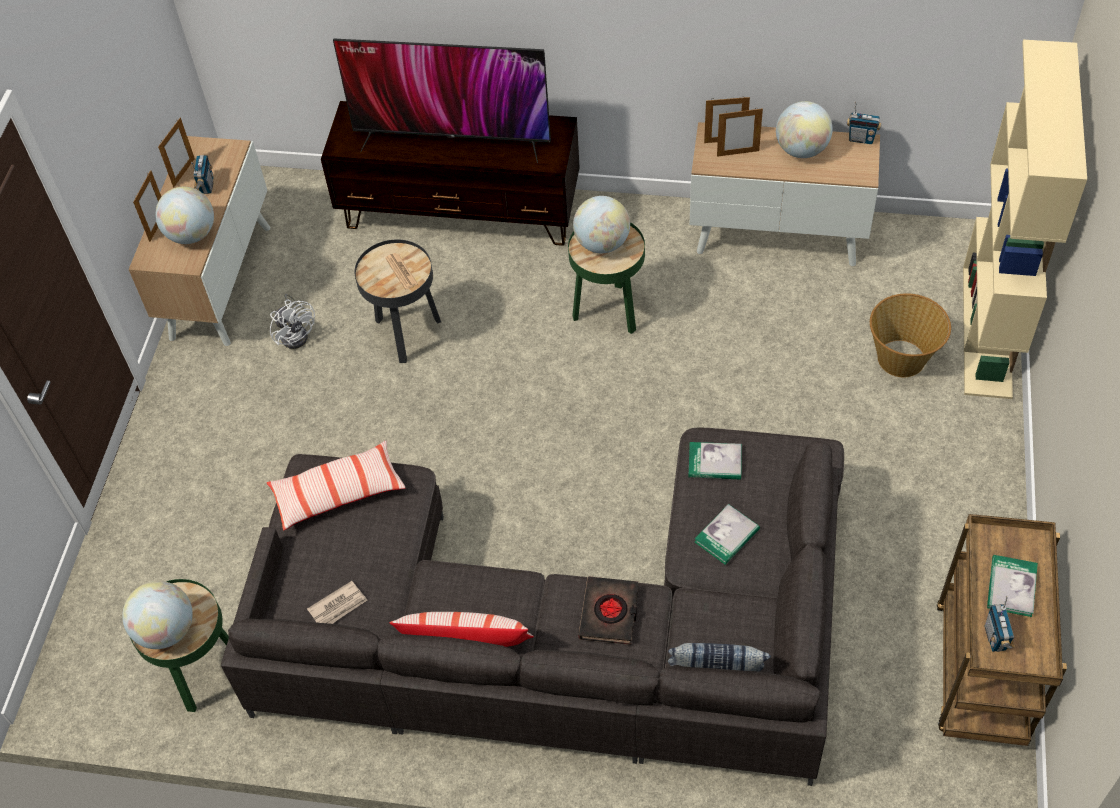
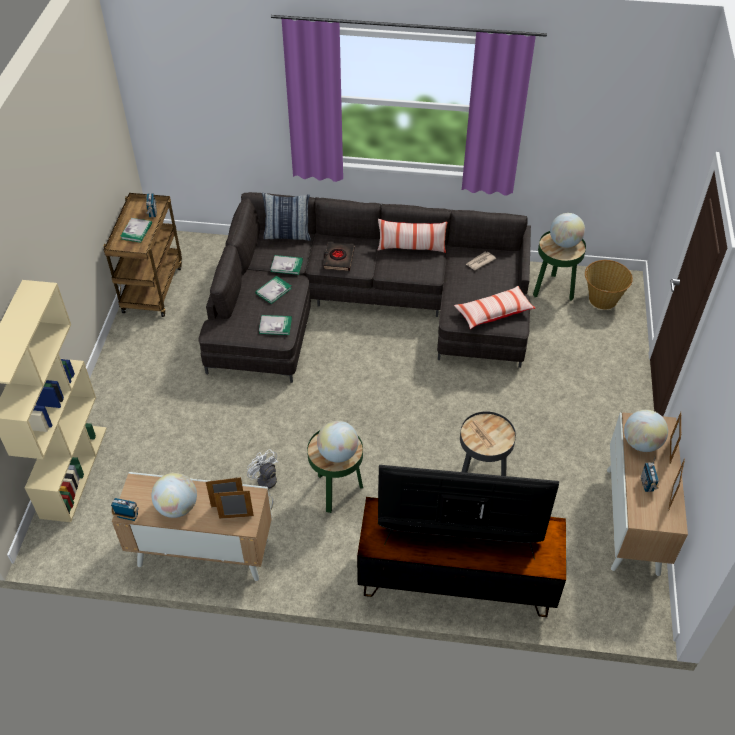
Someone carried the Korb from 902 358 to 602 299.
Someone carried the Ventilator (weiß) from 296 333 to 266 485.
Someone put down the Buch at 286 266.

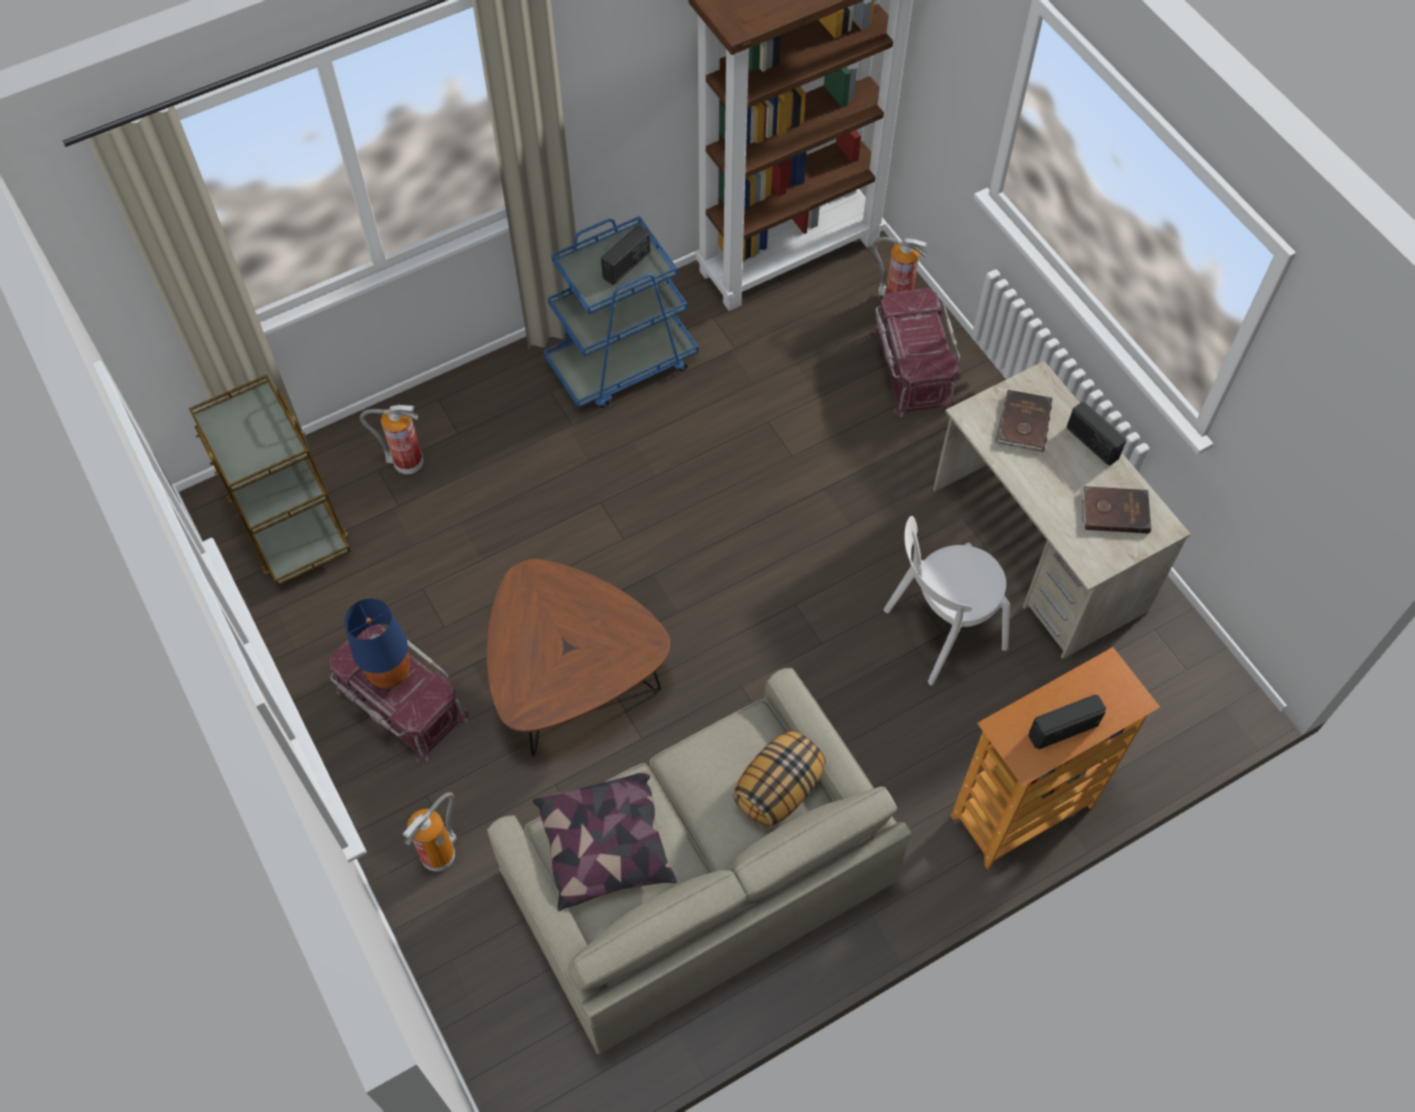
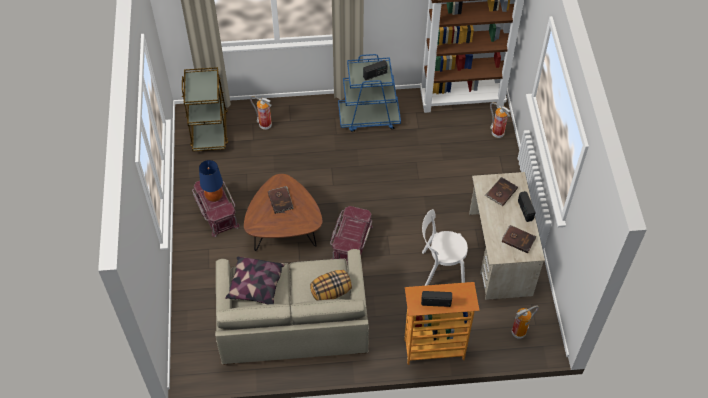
Someone carried the Aufbewahrungsbox (rot) from 911 367 to 351 243.
Someone carried the Feuerlöscher from 440 854 to 519 332.
Someone put down the Buch (braun) at 281 200.

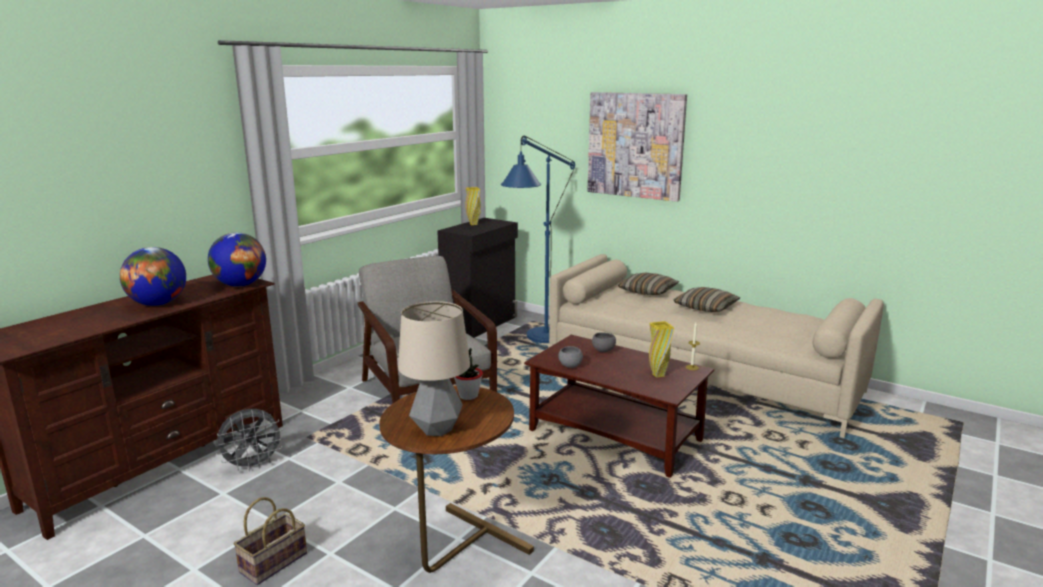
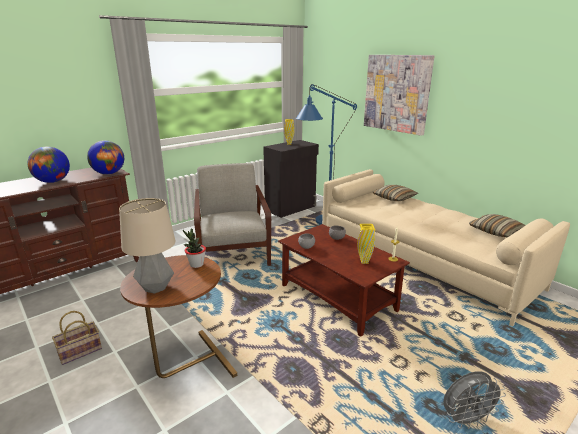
Someone carried the Kissen from 706 307 to 496 231.
Someone carried the Ventilator (grau) from 253 465 to 466 420.

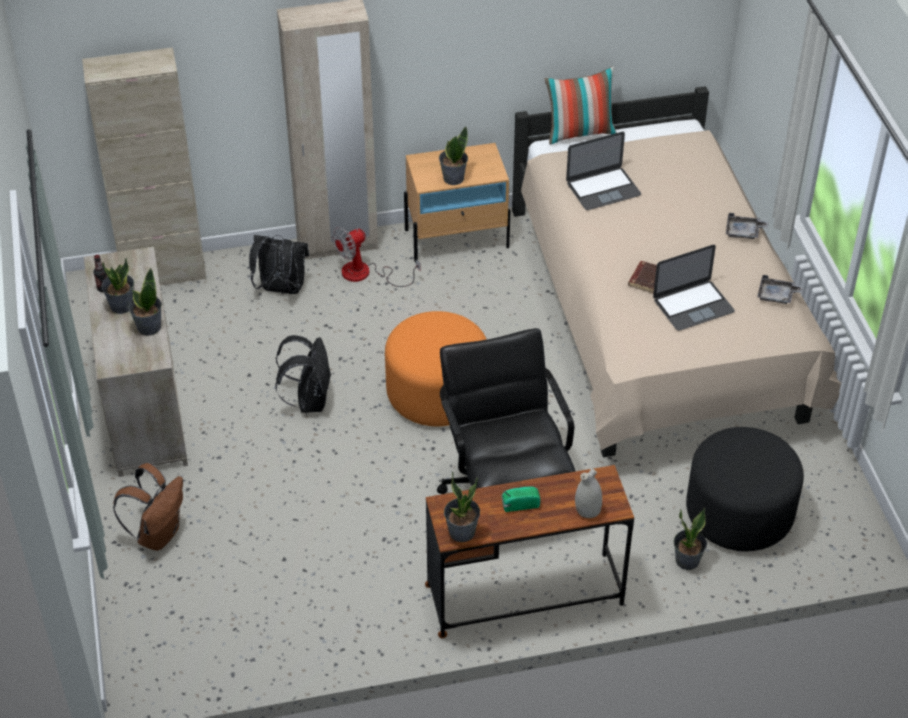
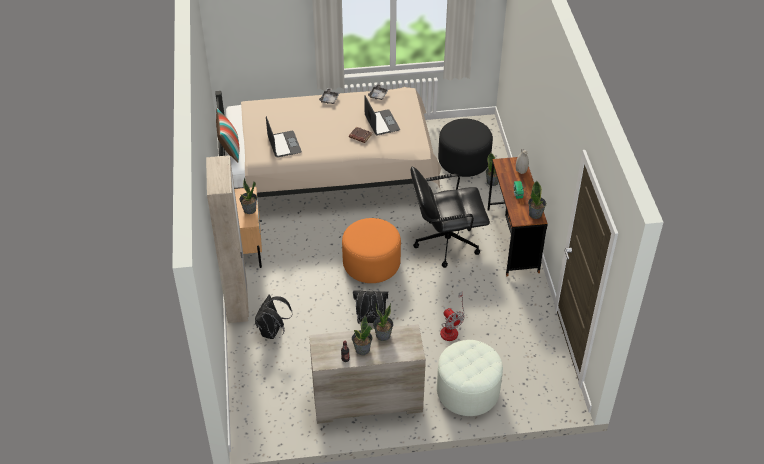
Someone took away the Schrank (beige) at 163 273.
Someone carried the Ventilator from 366 274 to 451 328.
Someone swapped the Rucksack (braun) at 158 534 for the Polsterhocker (weiß) at 468 391.

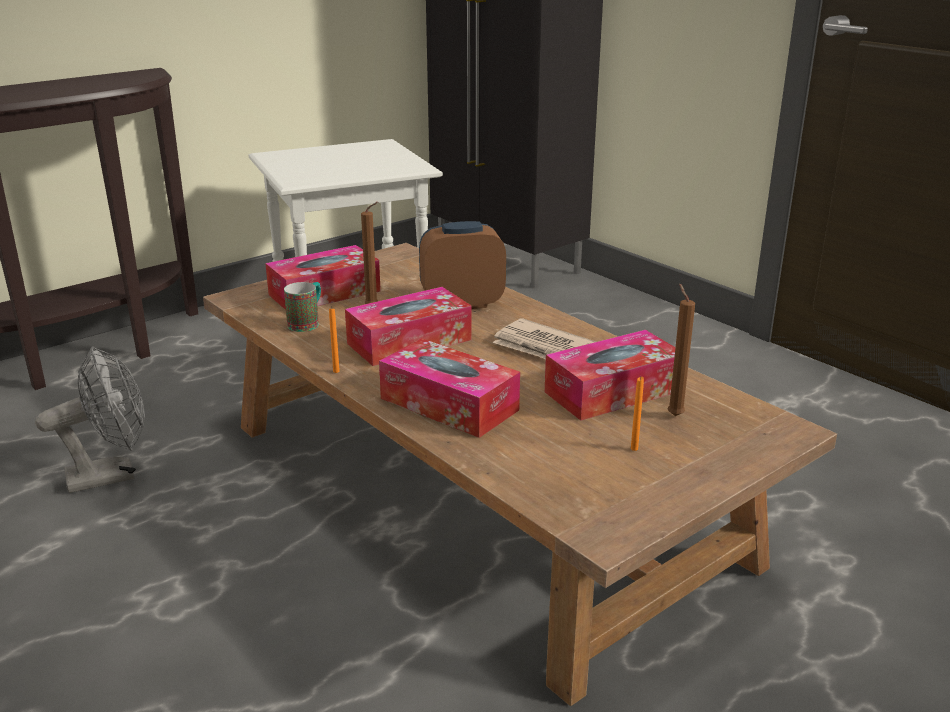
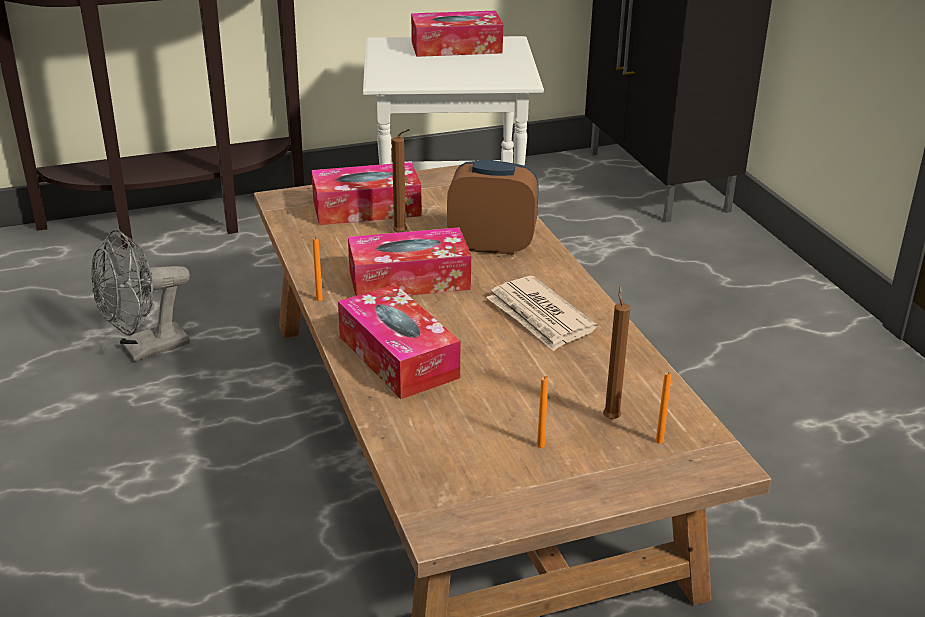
Someone took away the Henkelbecher at 307 322.
Someone carried the Taschentuchbox from 613 391 to 456 47.
Someone rotated the Ventilator (grau) at 112 474 by 150 degrees clockwise.
Someone put down the Kerze (orange) at 659 441.

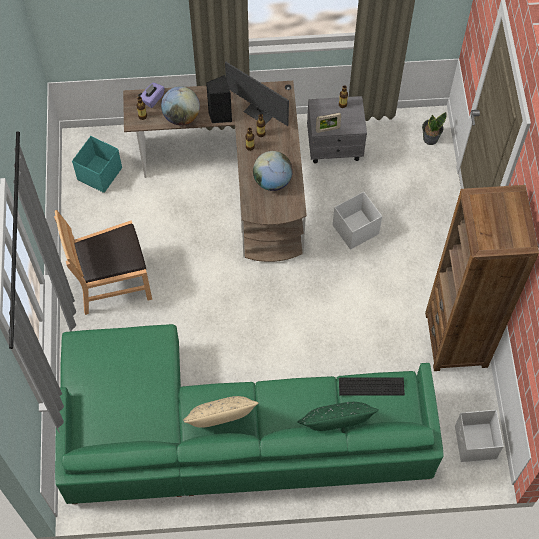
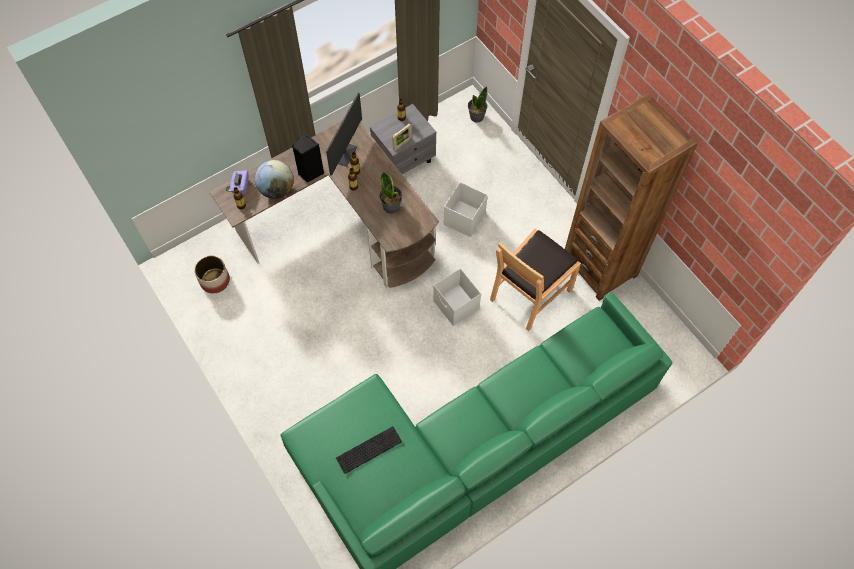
Someone rotated the Monitor at 260 112 by 75 degrees counterclockwise.
Someone swapped the Aufbewahrungsbox (türkis) at 99 174 for the Pflanzkübel at 215 281.
Someone swapped the Globus at 272 181 for the Topfpflanze at 391 206.
Someone carried the Stuhl (braun) from 112 282 to 530 293.
Someone carried the Tastatur from 371 386 to 369 450.
Someone took away the Kissen (beige) at 221 423.
Someone took away the Kissen (grün) at 335 427.
Someone carried the Aufbewahrungsbox (weiß) from 475 443 to 456 306.

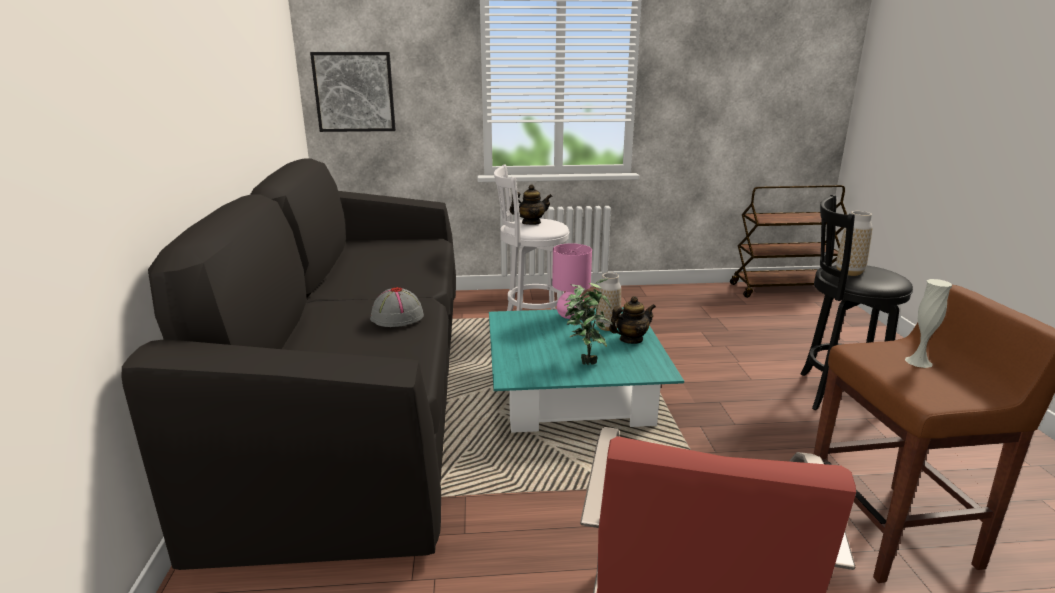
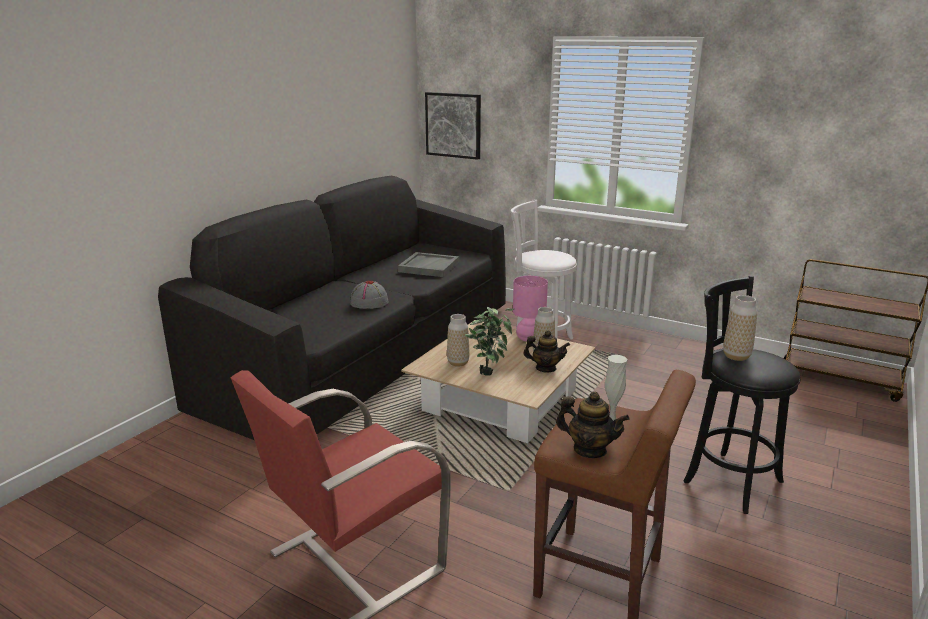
Someone carried the Teekanne from 531 223 to 589 450.
Someone repainted the Couchtisch (türkis) at 572 392, which became the Couchtisch (beige) at 500 400.
Someone put down the Tablett (grau) at 428 267.
Someone put down the Vase at 458 363.

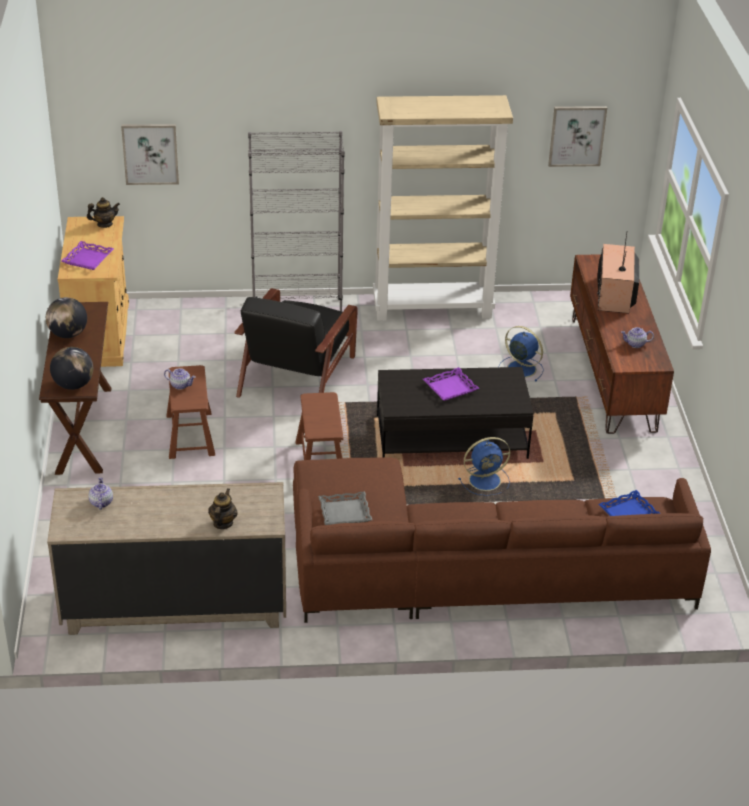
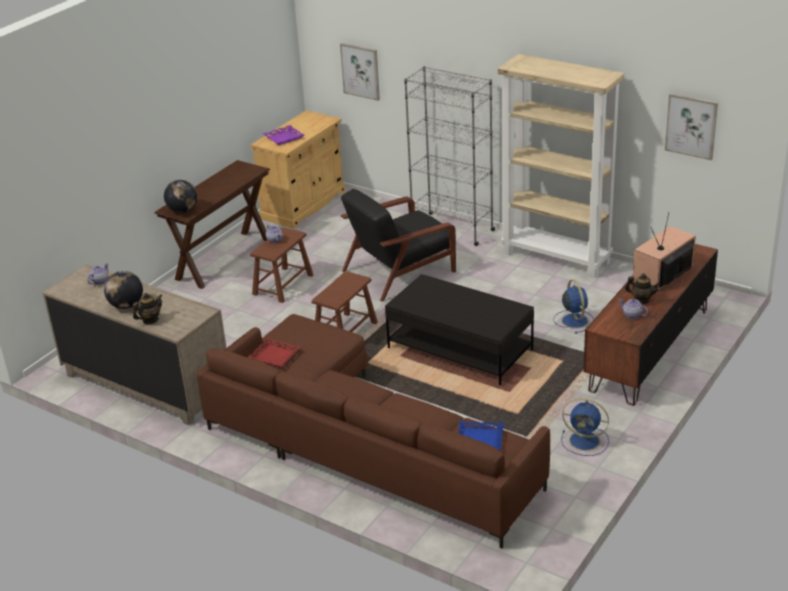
Someone carried the Teekanne from 104 224 to 641 300.
Someone carried the Globus from 68 334 to 126 305.
Someone took away the Tablett (lila) at 450 388.
Someone carried the Ventilator (blau) from 486 480 to 586 441.
Someone repainted the Tablett (grau) at 345 512, which became the Tablett (rot) at 275 356.

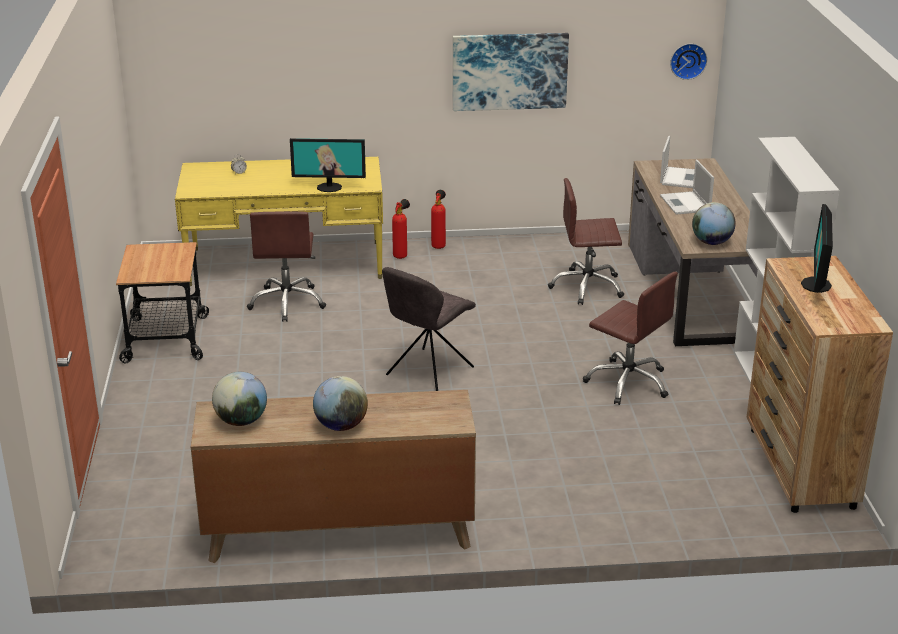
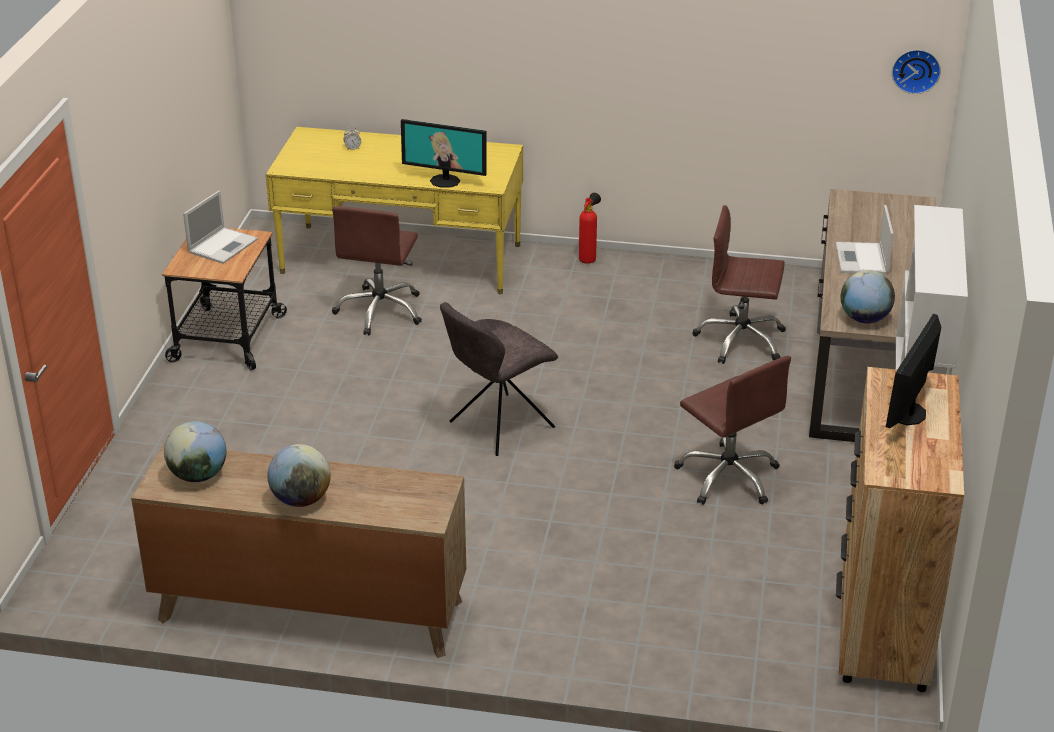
Someone took away the Bild at 509 71.
Someone carried the Laptop from 680 177 to 223 245.
Someone took away the Feuerlöscher at 401 255.

